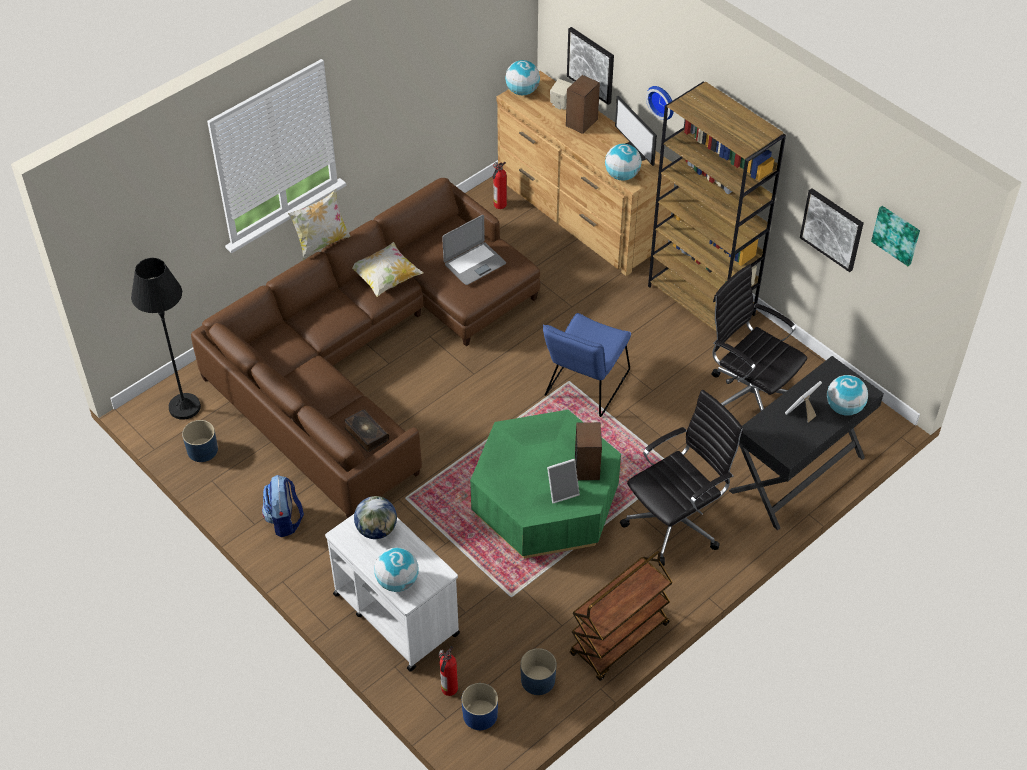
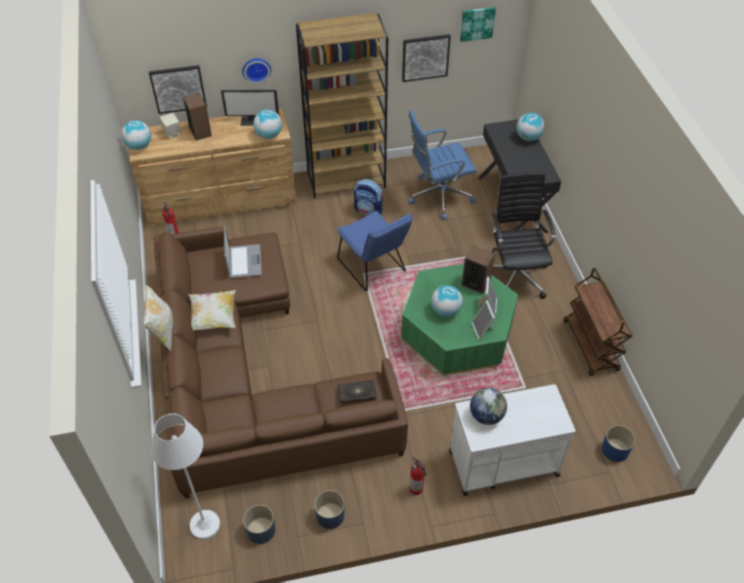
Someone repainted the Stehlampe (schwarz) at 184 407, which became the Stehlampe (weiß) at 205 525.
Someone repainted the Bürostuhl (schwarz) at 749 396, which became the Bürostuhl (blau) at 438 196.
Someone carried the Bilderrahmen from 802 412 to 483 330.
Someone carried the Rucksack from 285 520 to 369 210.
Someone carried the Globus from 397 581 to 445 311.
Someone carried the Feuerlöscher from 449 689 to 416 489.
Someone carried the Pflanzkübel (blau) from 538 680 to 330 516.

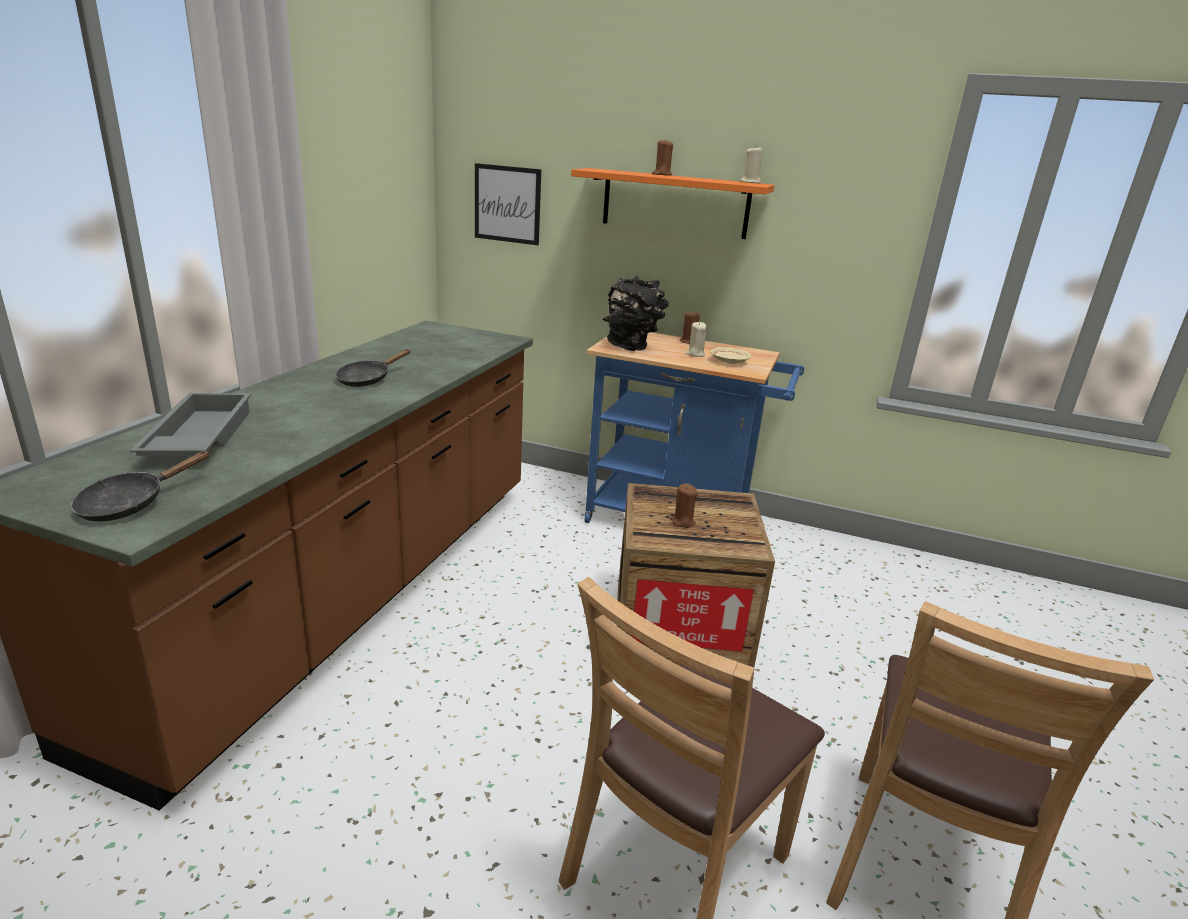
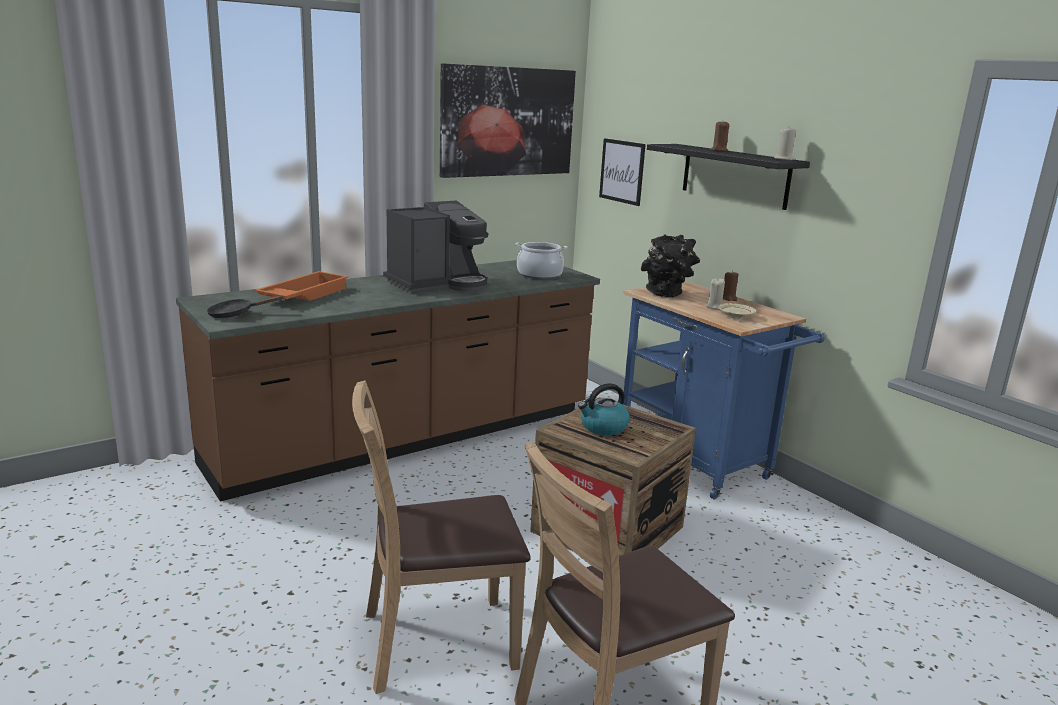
Someone repainted the Wandregal (orange) at 675 203, which became the Wandregal (schwarz) at 734 175.
Someone swapped the Pfanne (schwarz) at 368 379 for the Kaffeemaschine at 438 284.
Someone repainted the Tablett (grau) at 197 438, which became the Tablett (orange) at 303 295.
Someone swapped the Kerze (braun) at 682 521 for the Wasserkessel at 603 427.
Someone put up the Bild at 507 122.
Someone put down the Kochtopf at 539 275.

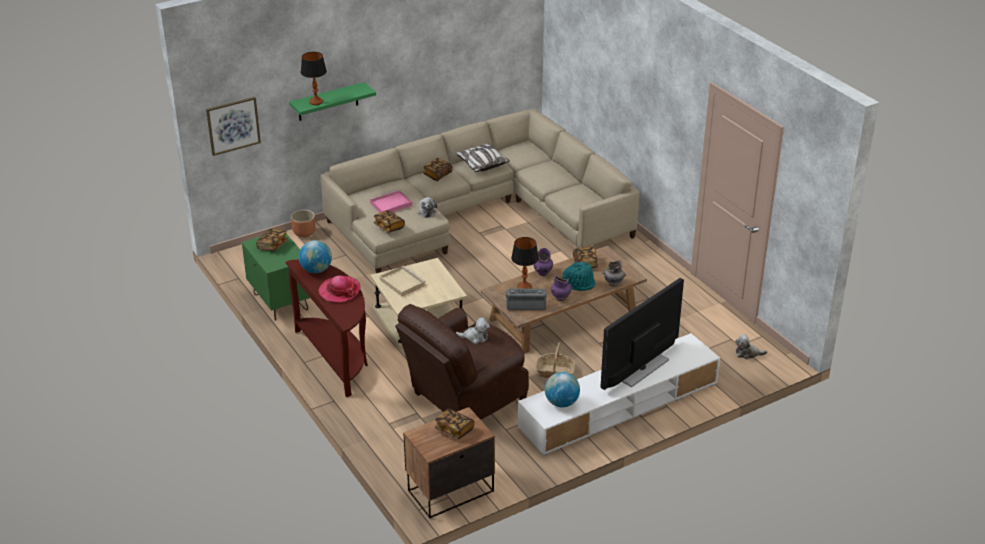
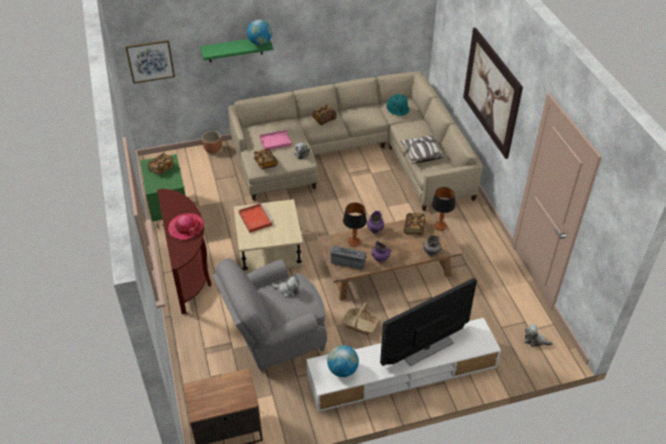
Someone carried the Tischlampe from 316 102 to 440 226.
Someone carried the Kissen from 482 164 to 422 154.
Someone carried the Globus from 316 270 to 260 43.
Someone carried the Hut (türkis) from 579 283 to 398 110.
Someone repainted the Tablett (beige) at 401 282, which became the Tablett (rot) at 255 218.
Someone repainted the Sessel (braun) at 464 399, which became the Sessel (grau) at 275 336.
Someone took away the Buch at 454 430.
Someone put up the Bild at 491 92.

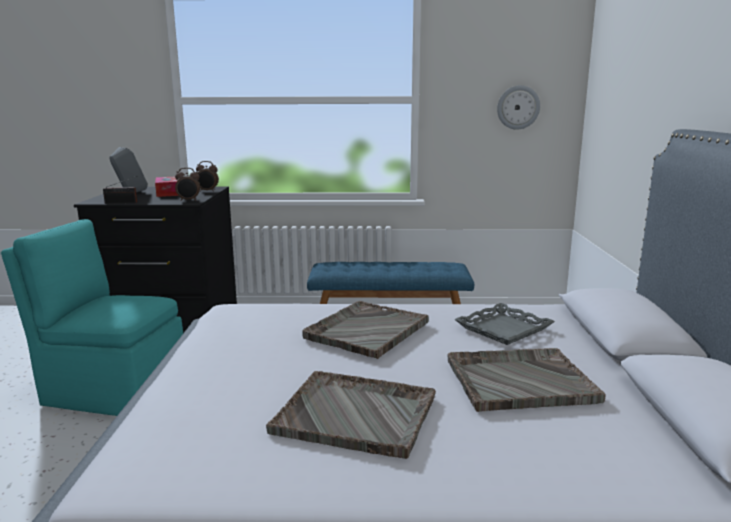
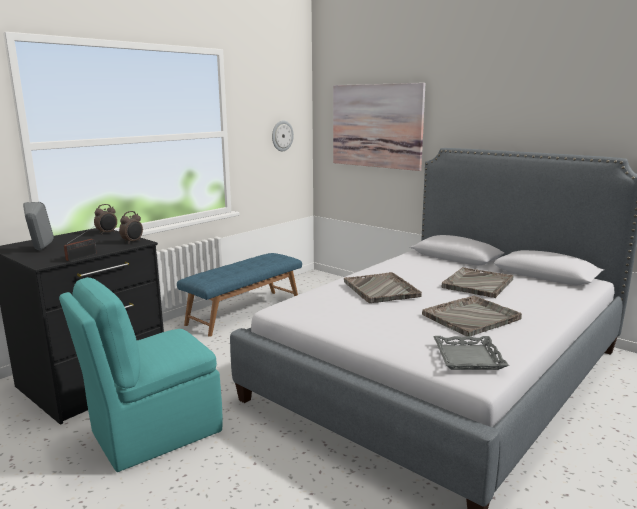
Someone took away the Taschentuchbox at 167 193.
Someone carried the Tablett (grau) from 504 329 to 469 358.
Someone put up the Bild at 376 126.

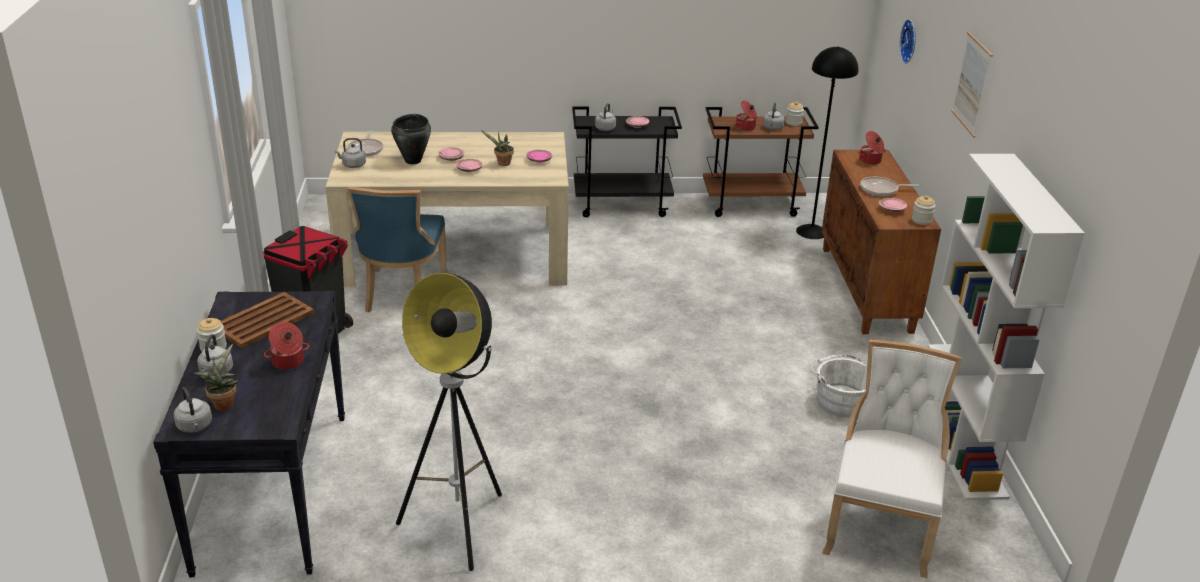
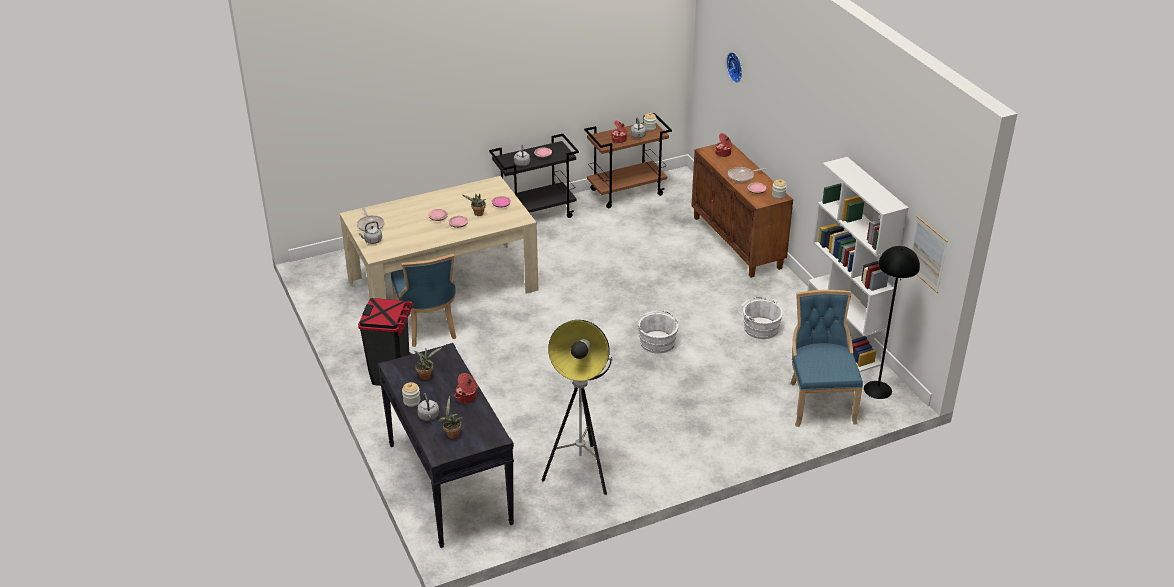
Someone carried the Bild from 971 84 to 927 254.
Someone carried the Stehlampe (schwarz) from 811 231 to 877 389.
Someone took away the Kochtopf (schwarz) at 413 161.
Someone swapped the Tablett (braun) at 263 321 for the Topfpflanze at 426 375.
Someone repainted the Stuhl (weiß) at 880 526, which became the Stuhl (blau) at 819 401.
Someone took away the Wasserkessel (grau) at 195 427.
Someone put down the Eimer (weiß) at 656 341.

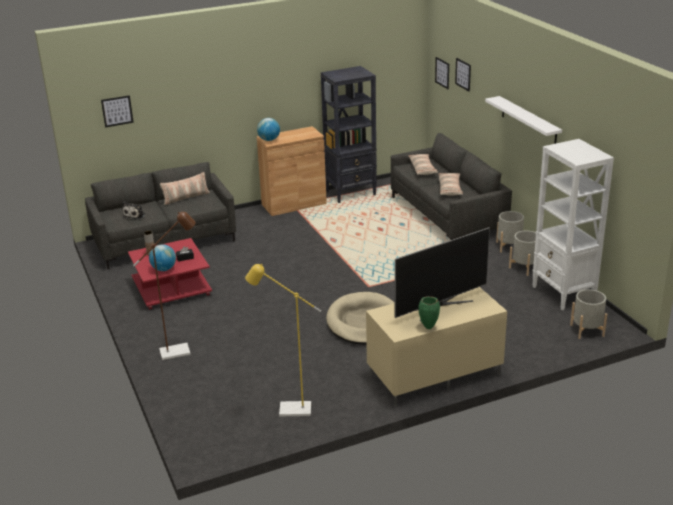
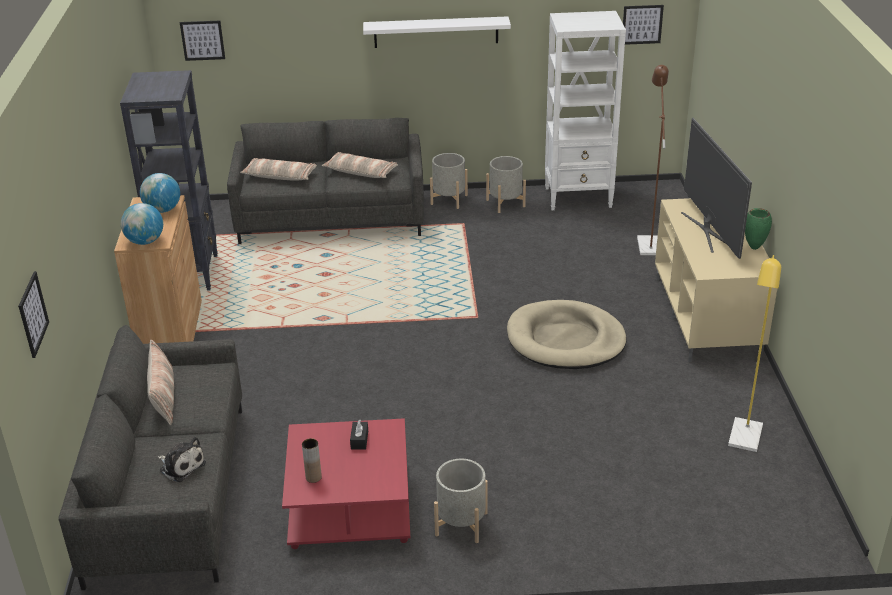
Someone carried the Bild from 463 74 to 642 24.
Someone carried the Stehlampe (braun) from 180 351 to 648 242.
Someone carried the Globus from 164 269 to 163 210.
Someone carried the Pflanzkübel (grau) from 587 330 to 461 524.

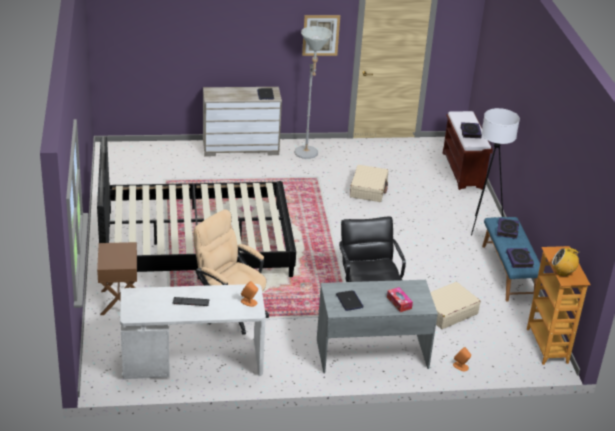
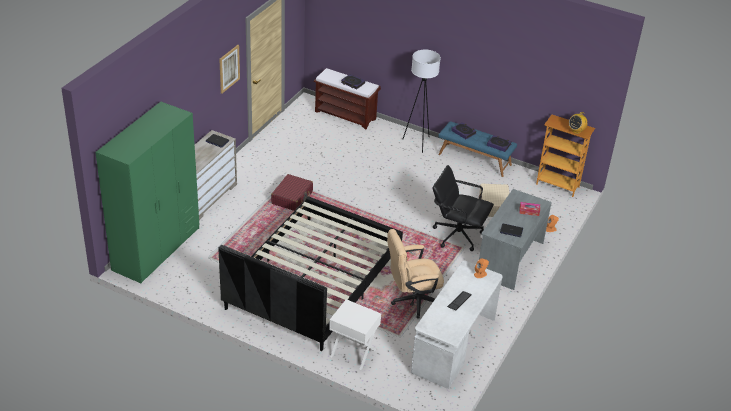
Someone took away the Stehlampe (grau) at 308 155.
Someone took away the Koffer (beige) at 368 189.
Someone repainted the Nachttisch (braun) at 118 302, which became the Nachttisch (weiß) at 353 353.
Someone put down the Kleiderschrank (grün) at 157 249.
Someone put down the Koffer (rot) at 292 198.

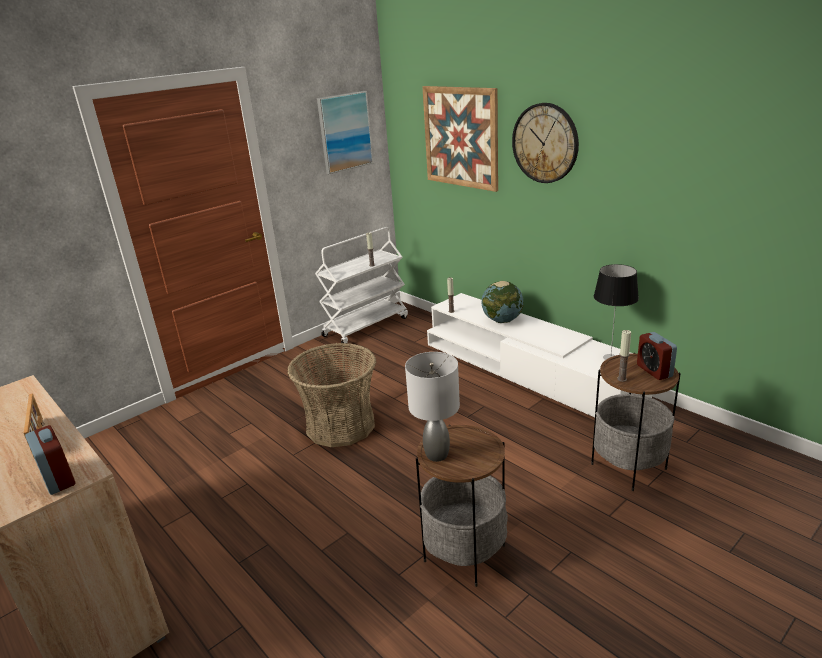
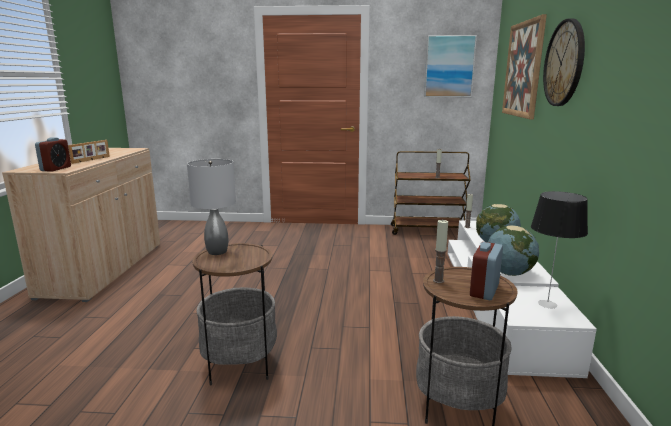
Someone repainted the Rollwagen (weiß) at 366 326, which became the Rollwagen (braun) at 427 230.
Someone took away the Korb at 340 425.
Someone put down the Globus at 509 273.

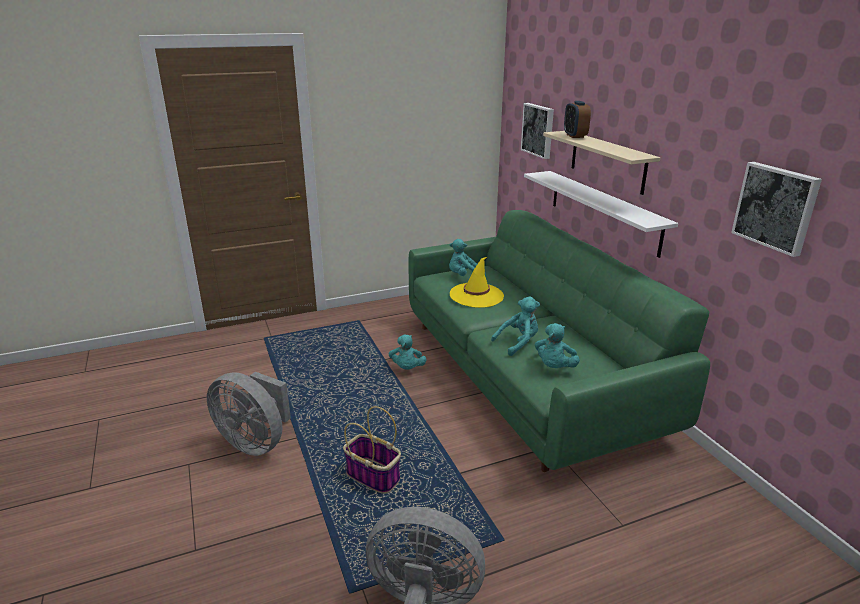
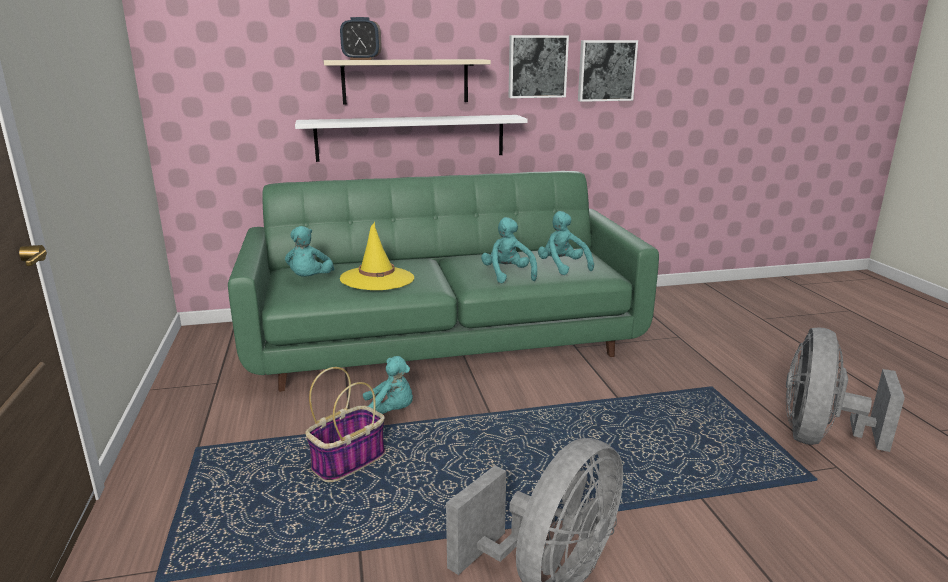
Someone carried the Bild from 538 130 to 537 66.
Someone rotated the Plüschtier (türkis) at 554 367 by 150 degrees counterclockwise.
Someone carried the Korb from 374 476 to 349 460.

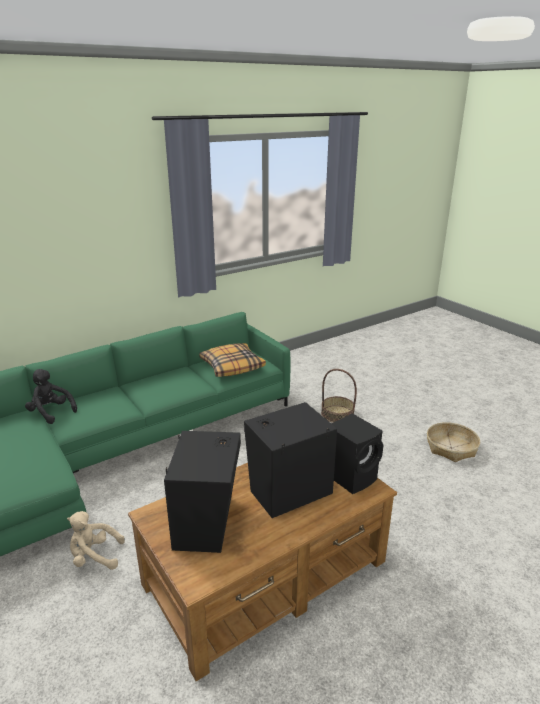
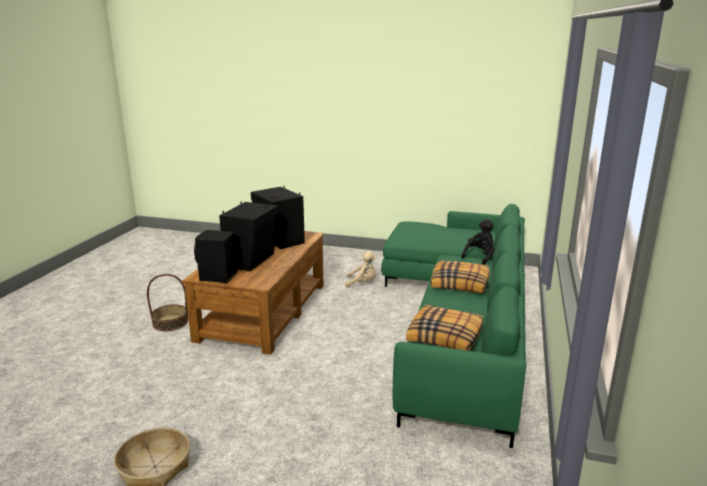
Someone rotated the Plüschtier (schwarz) at 51 412 by 45 degrees counterclockwise.
Someone carried the Korb from 337 414 to 170 322.
Someone rotated the Plüschtier (beige) at 94 557 by 45 degrees clockwise.
Someone put down the Kissen at 460 284.

